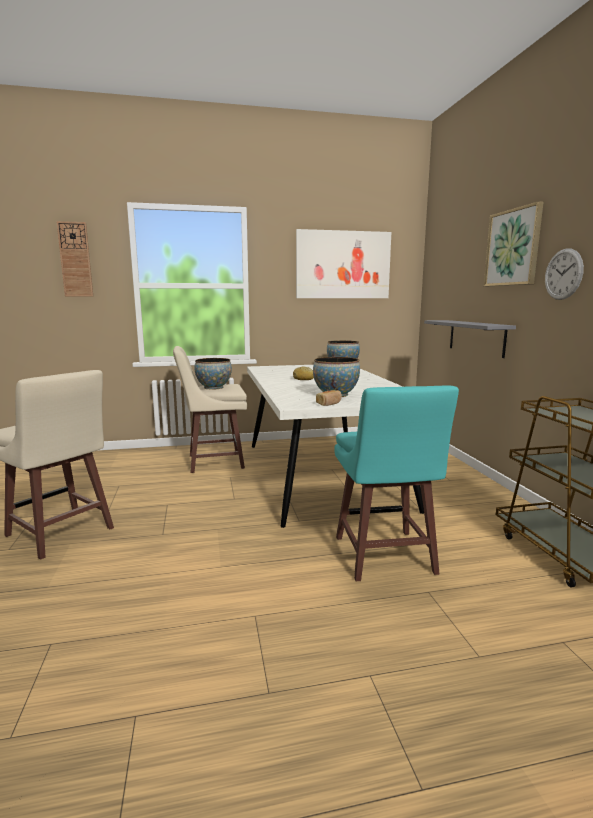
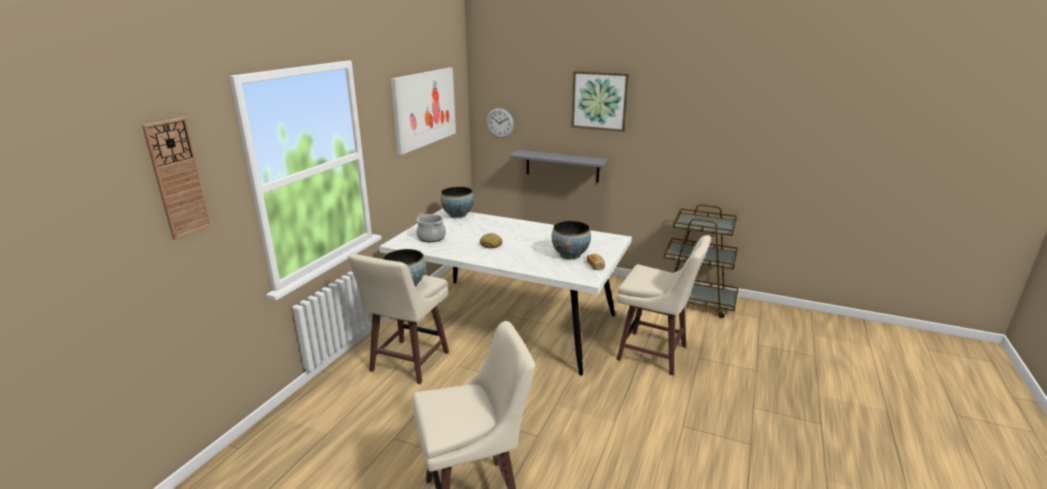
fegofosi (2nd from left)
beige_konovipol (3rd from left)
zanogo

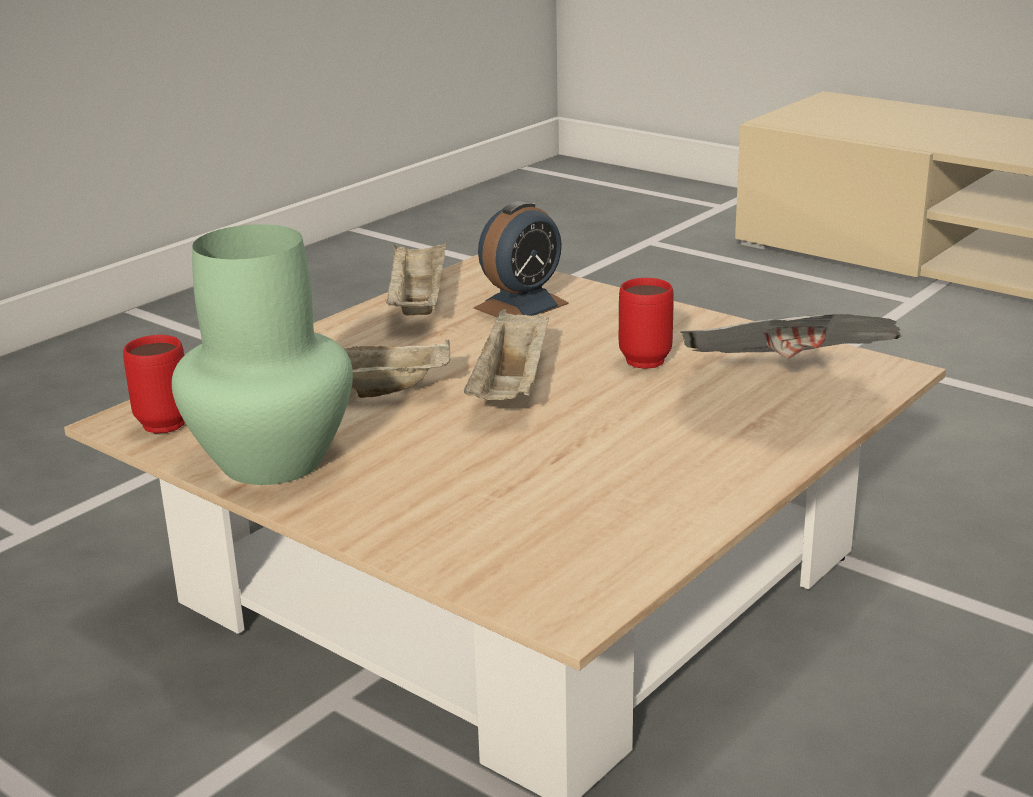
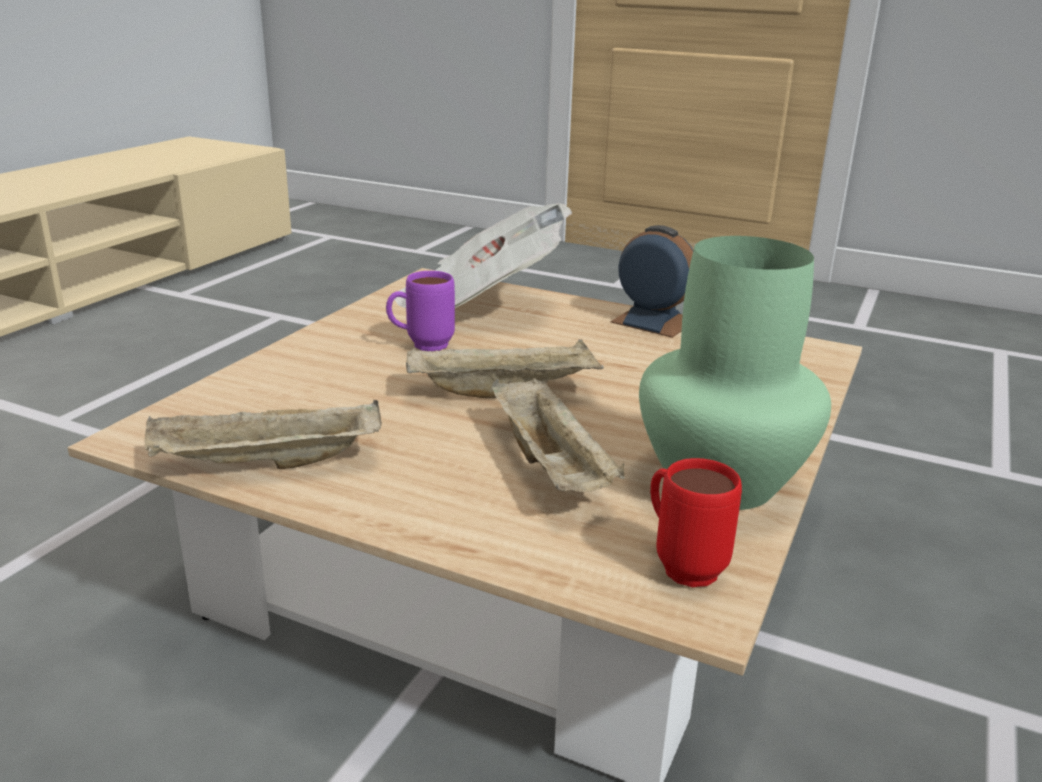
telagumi
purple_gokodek

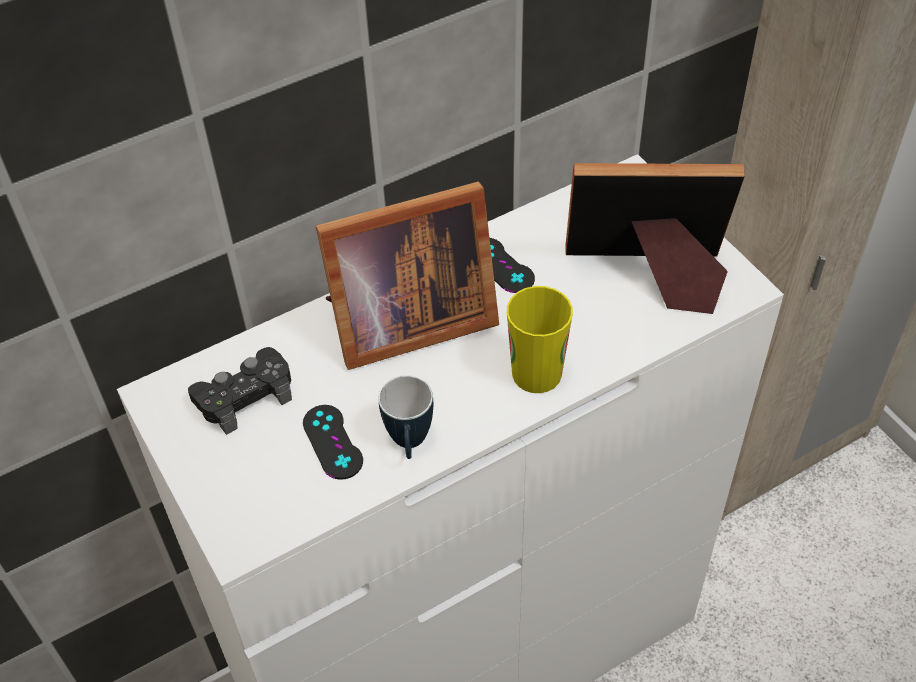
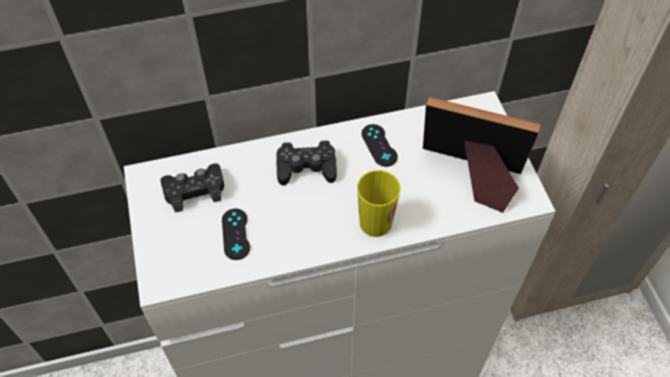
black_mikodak (3rd from left)
gokodek

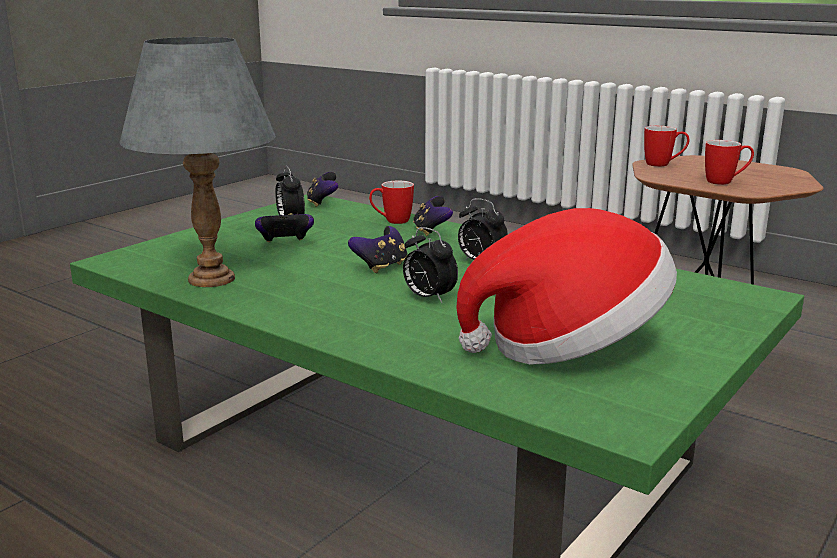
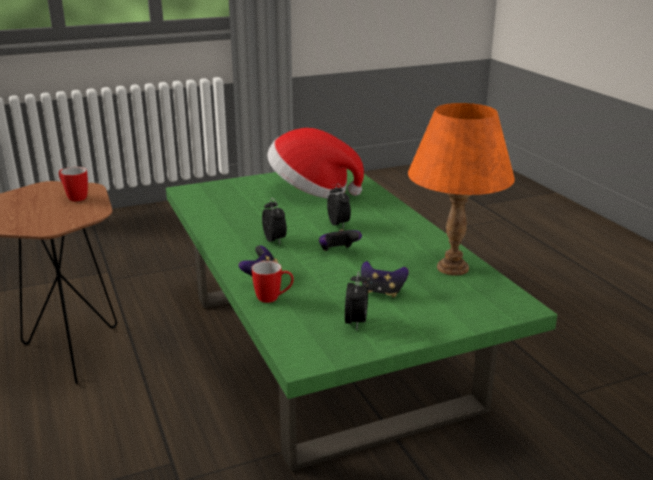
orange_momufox
gokodek (2nd from left in the first image)
mikodak (2nd from left in the first image)

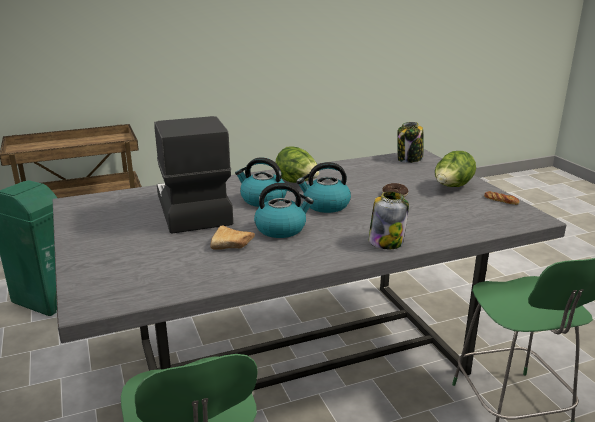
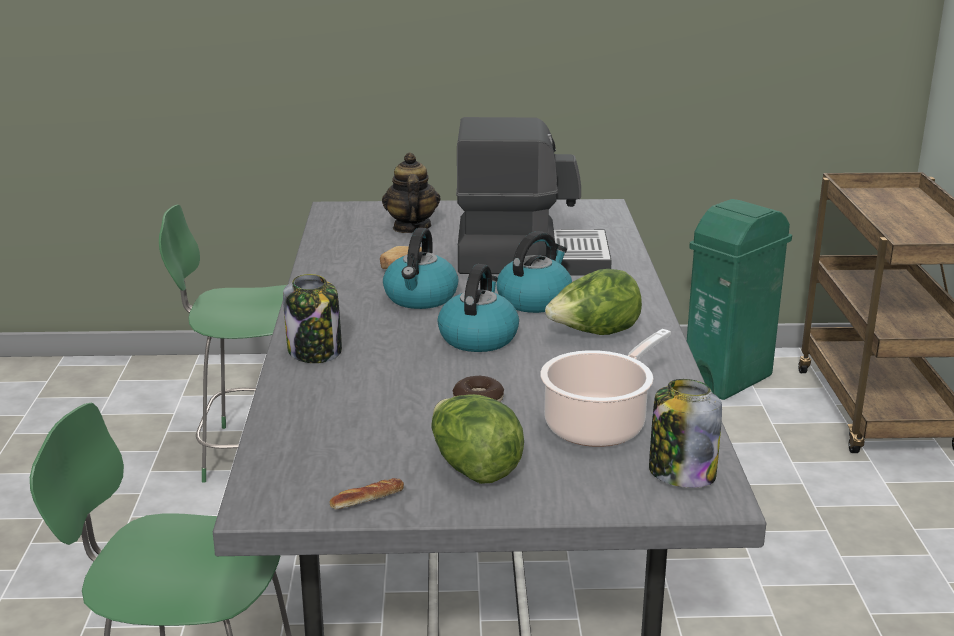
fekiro
zanogo

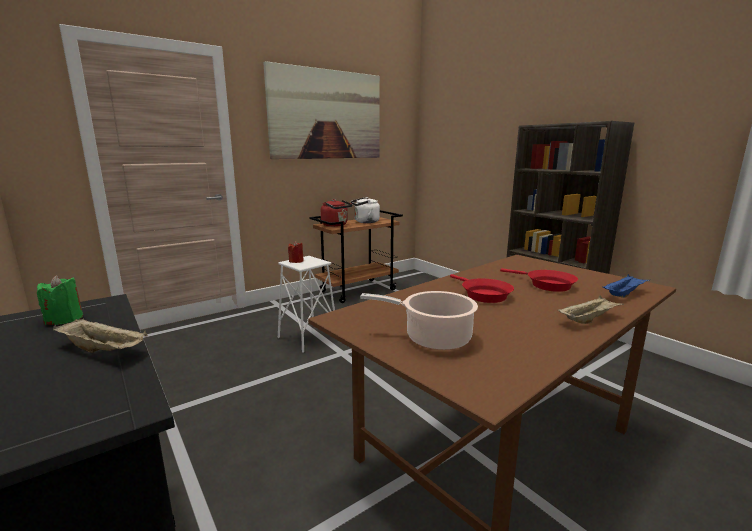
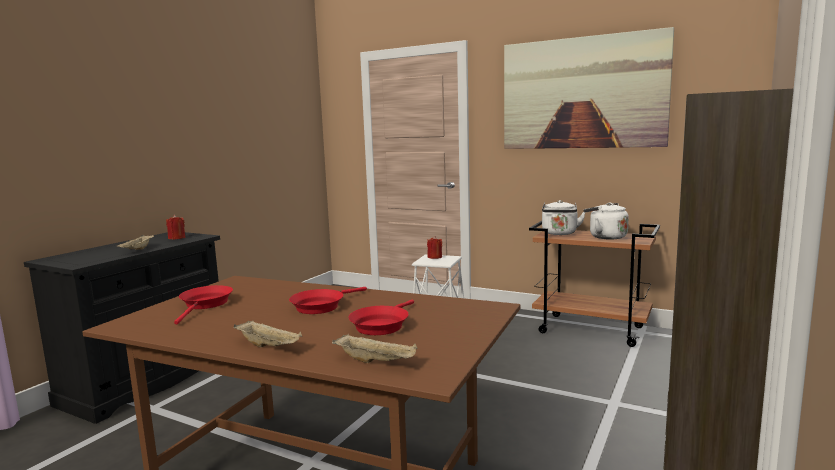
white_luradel (1st from left)
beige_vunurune (3rd from left)
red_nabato (1st from left)
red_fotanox (1st from left)

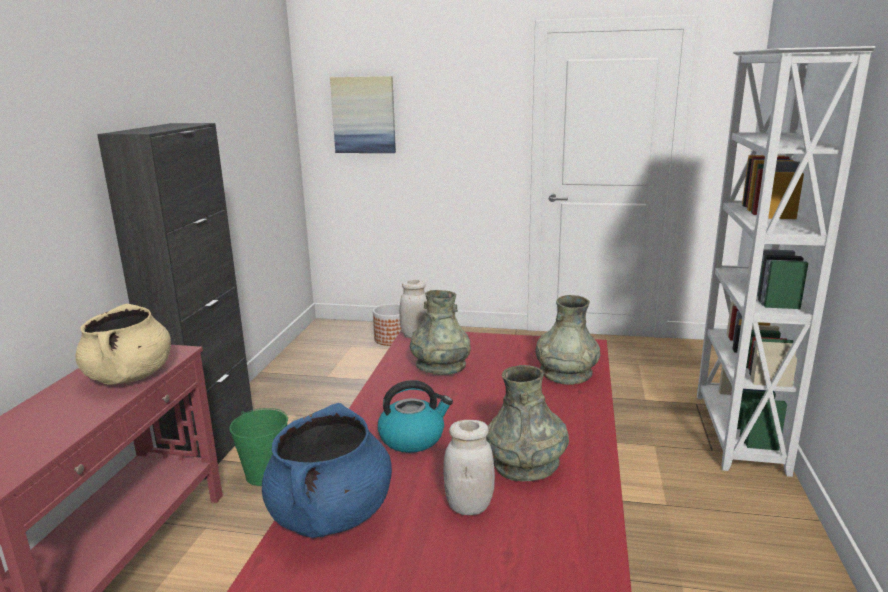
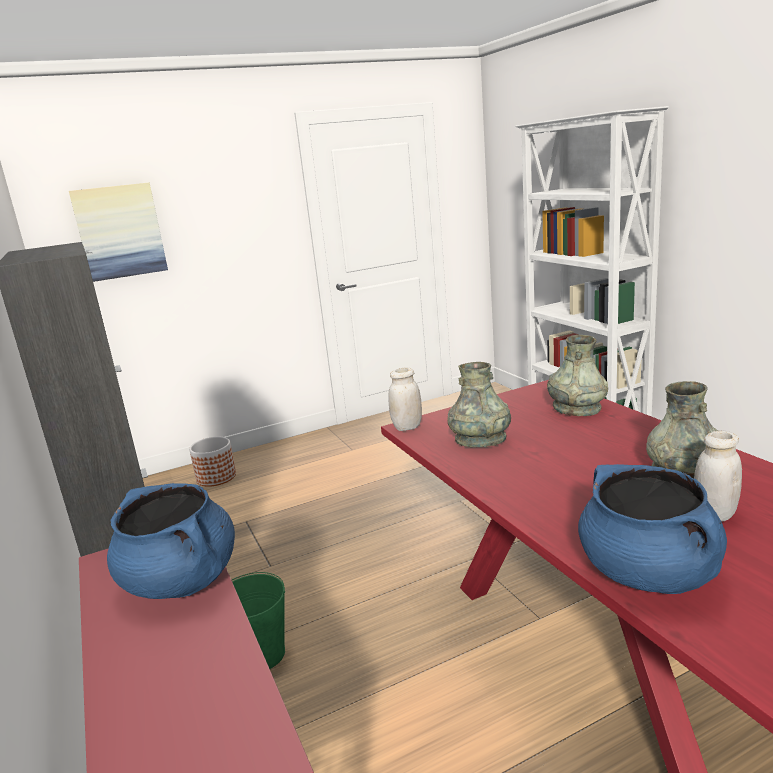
blue_zanogo (1st from left)
luradel

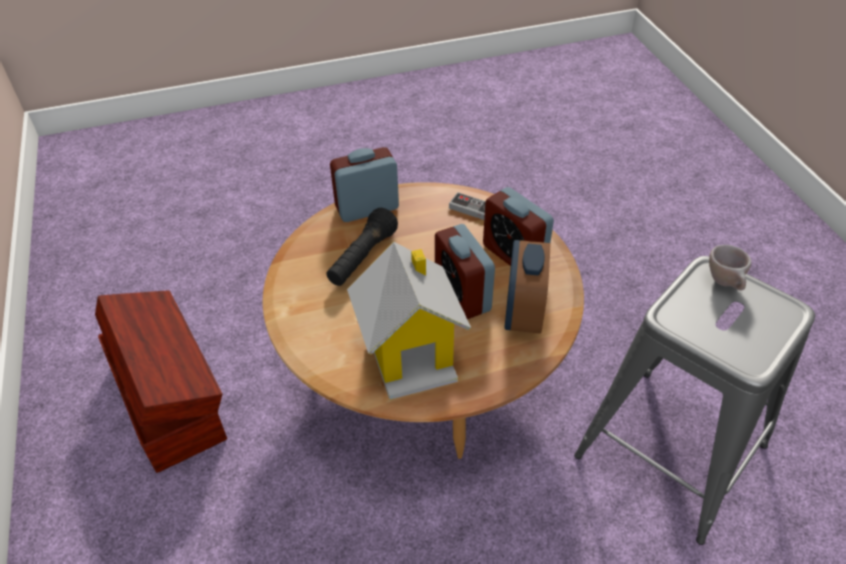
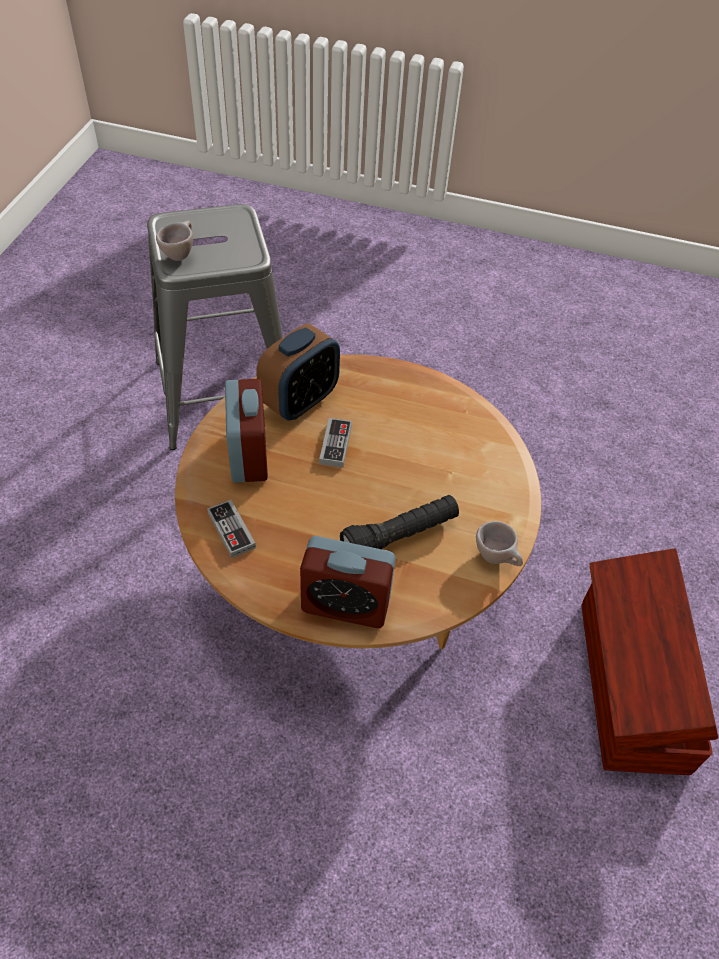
mikodak (2nd from left)
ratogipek
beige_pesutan (2nd from left)

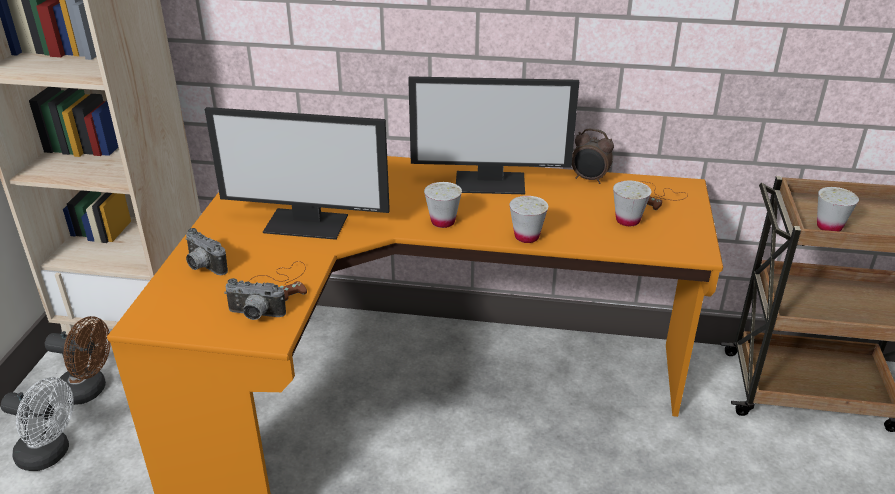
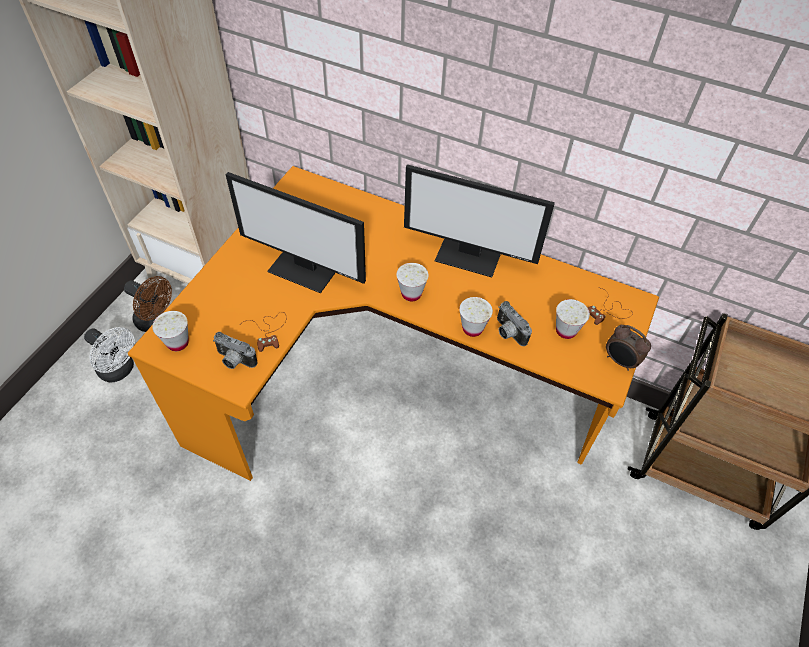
telagumi
white_pesutan (1st from left)
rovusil (2nd from left)

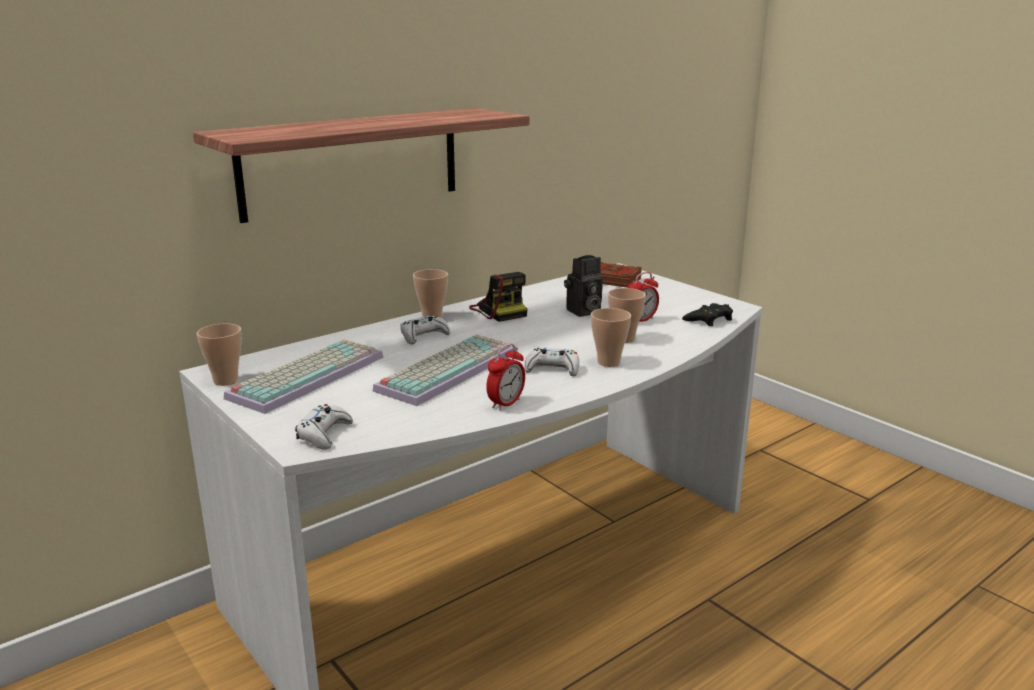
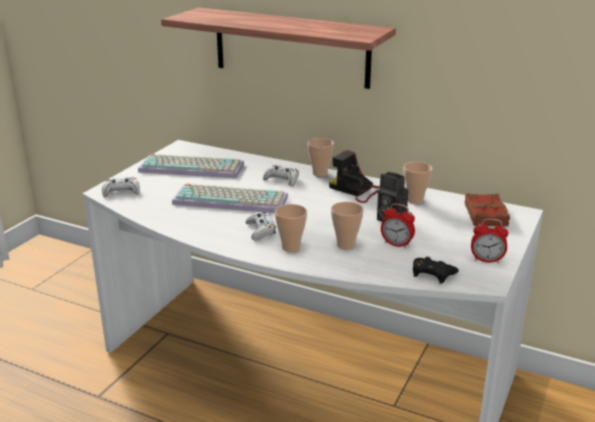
rovusil (1st from left)
pesutan (4th from left)
telagumi (2nd from left)

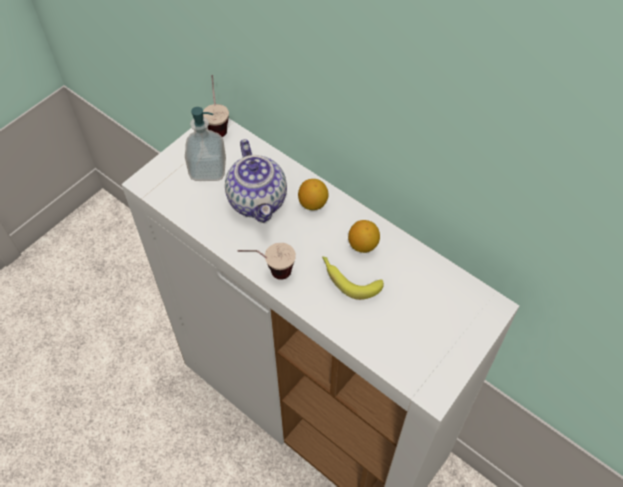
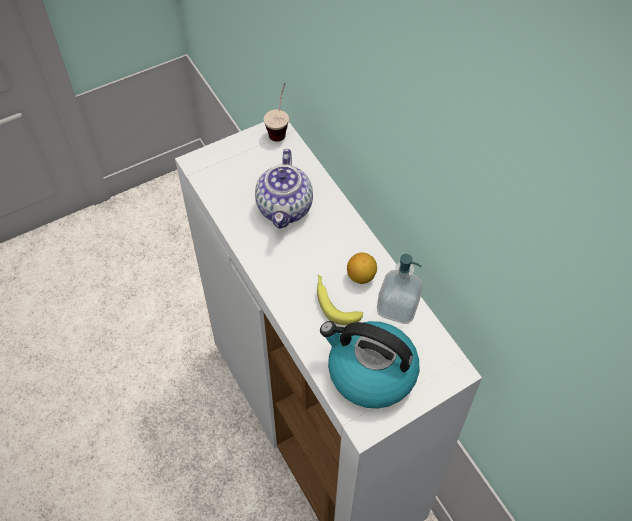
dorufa
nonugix (1st from left in the first image)
pesutan (2nd from left in the first image)
luradel

